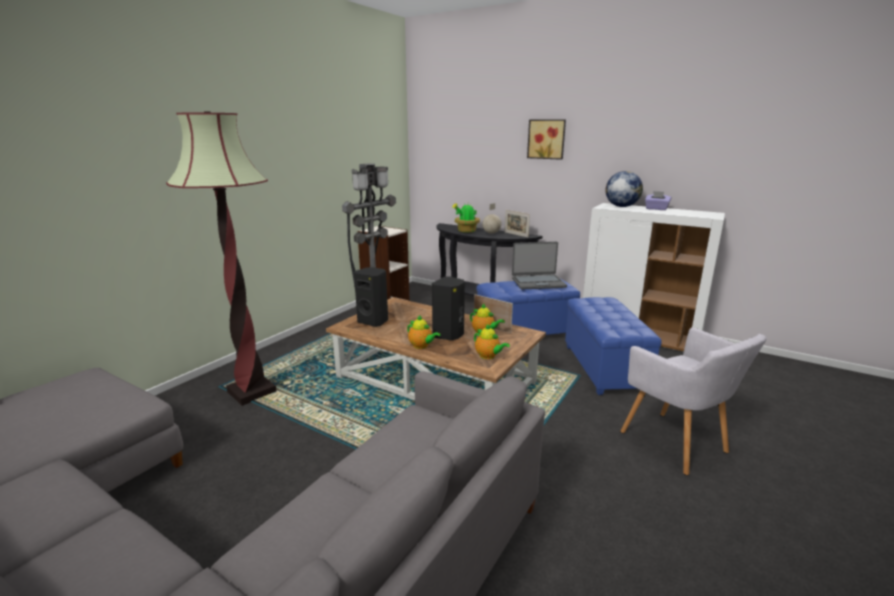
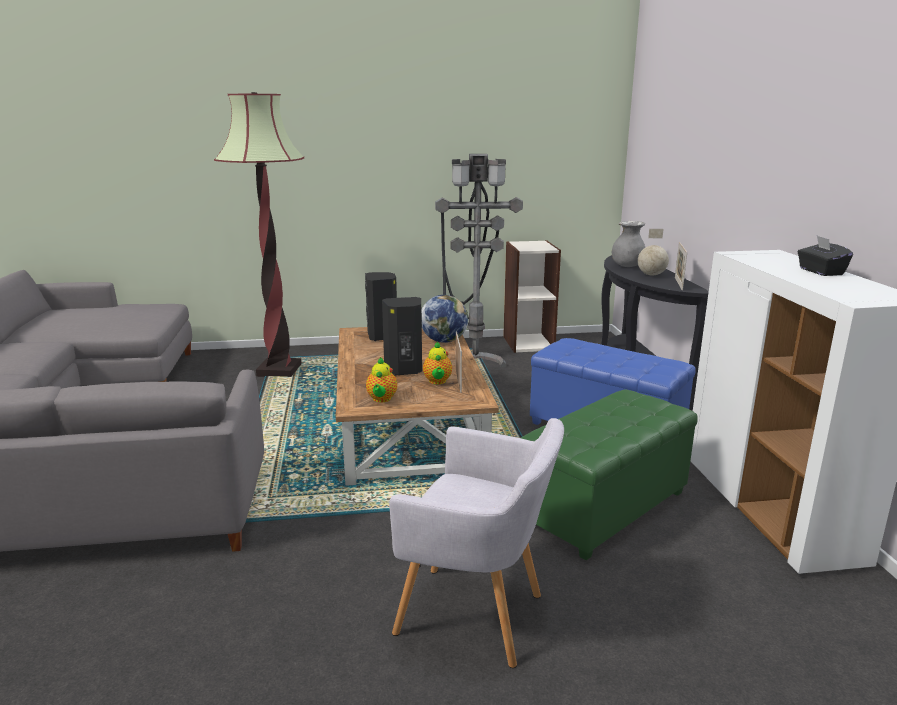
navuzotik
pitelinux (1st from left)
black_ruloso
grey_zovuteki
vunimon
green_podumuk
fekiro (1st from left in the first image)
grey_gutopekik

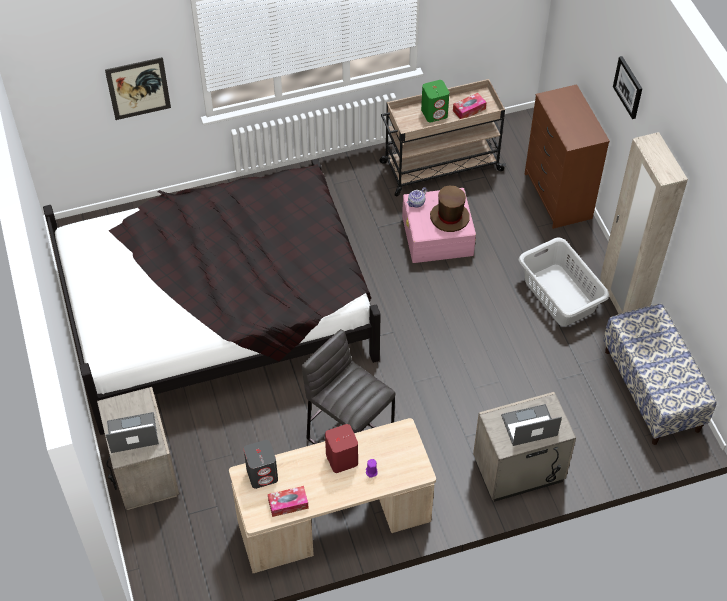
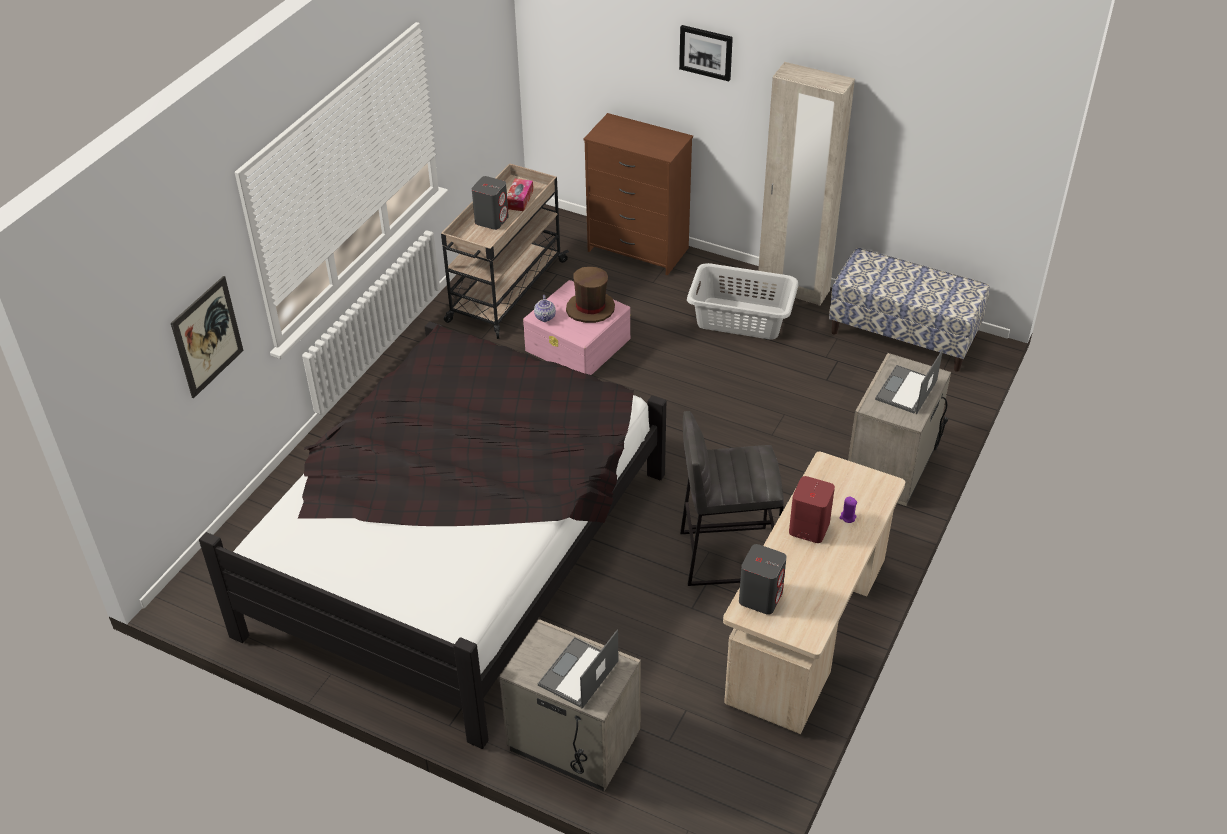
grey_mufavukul (1st from left)
ruloso (1st from left in the first image)

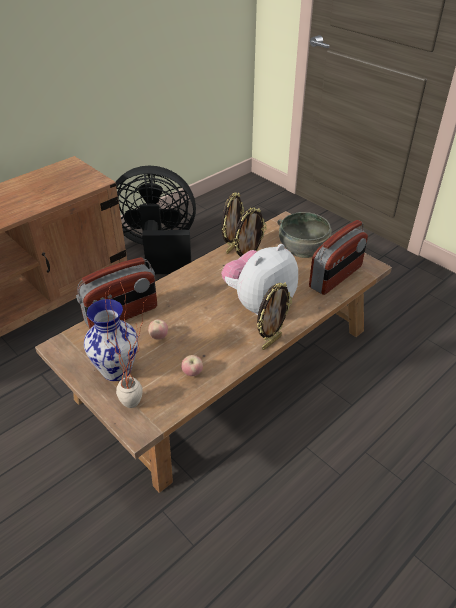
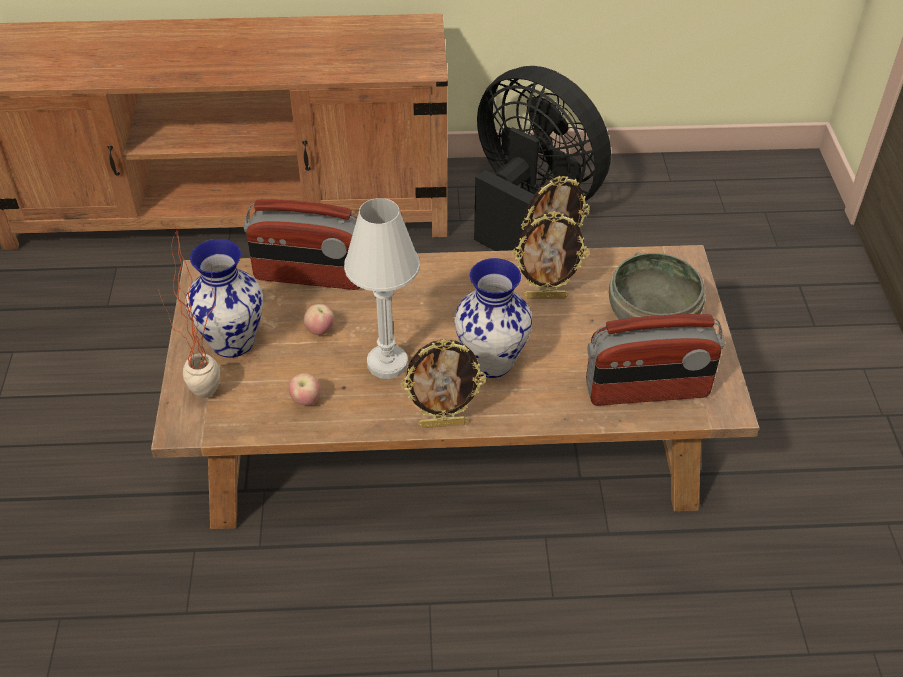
zovuteki (2nd from left)
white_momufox

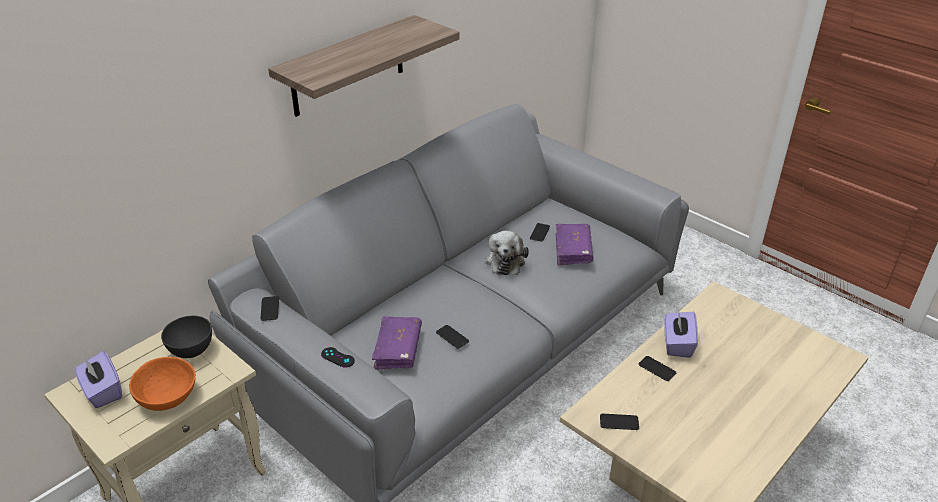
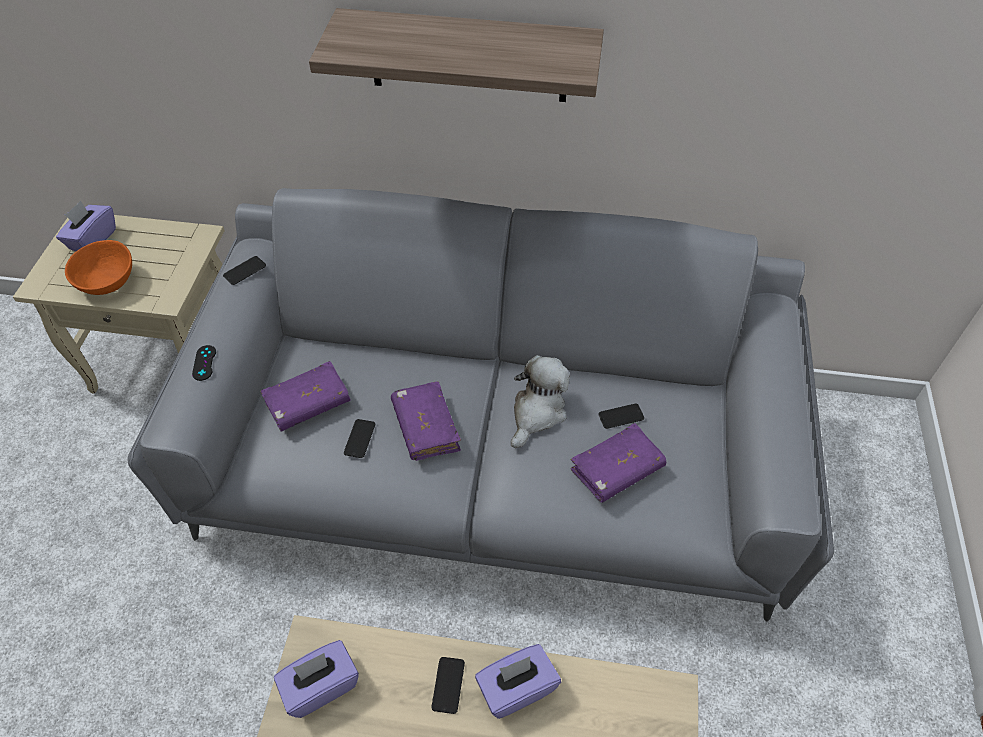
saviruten
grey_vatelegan
purple_ruloso (2nd from left)
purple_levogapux (2nd from left)

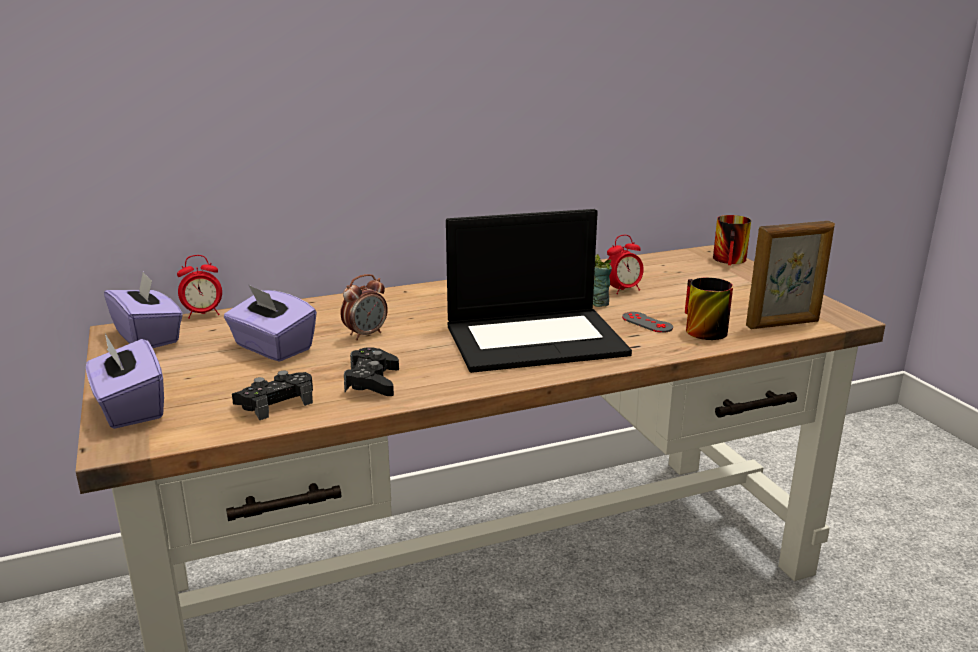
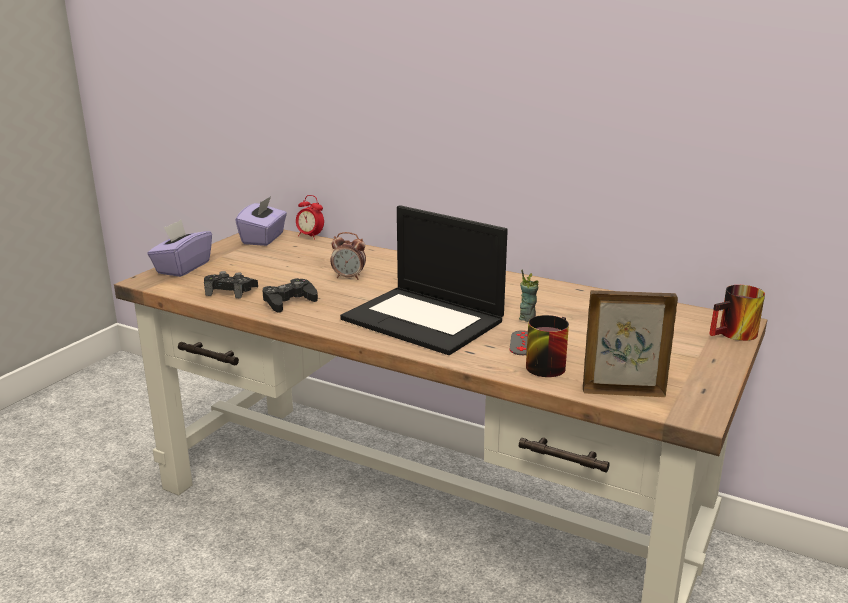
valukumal
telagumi (3rd from left in the first image)
purple_ruloso (3rd from left in the first image)

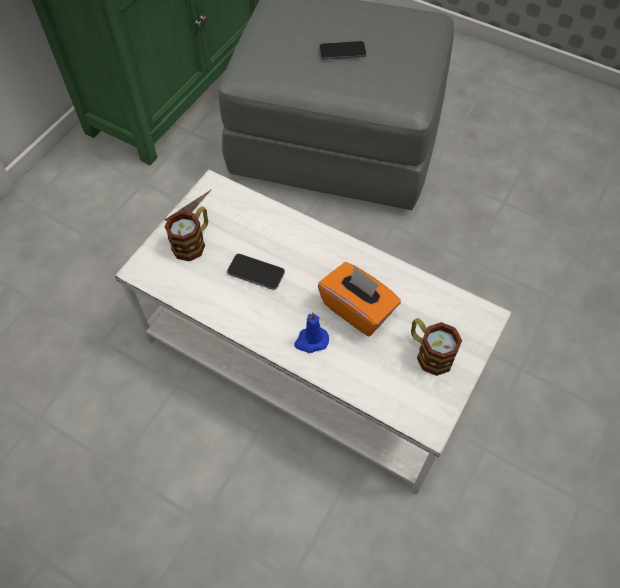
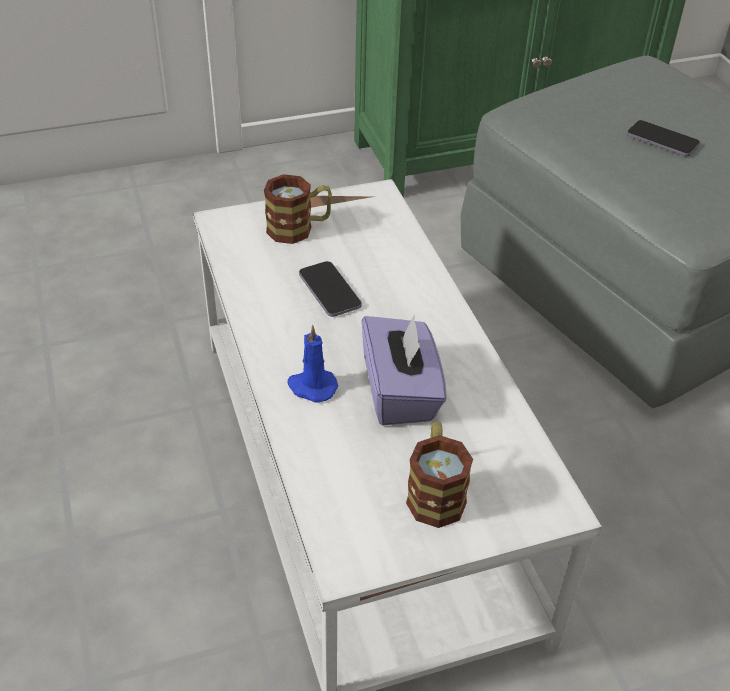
purple_ruloso

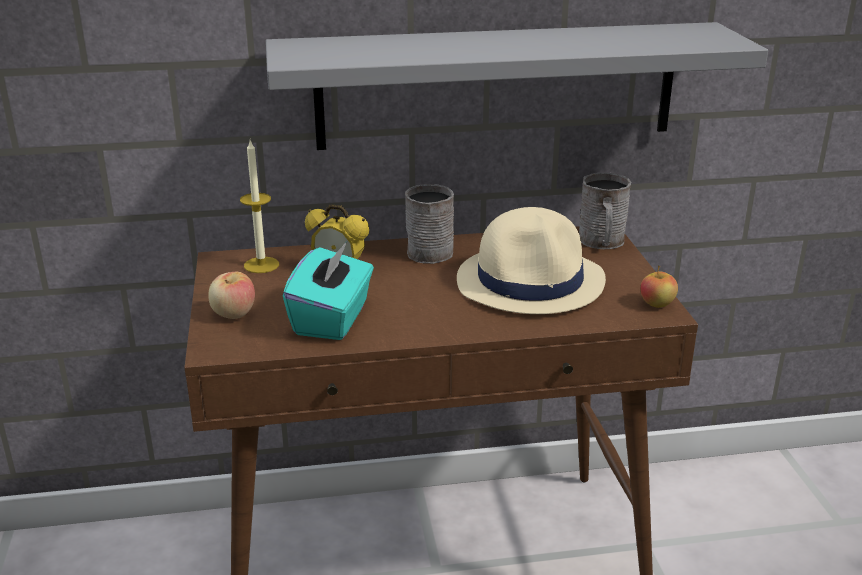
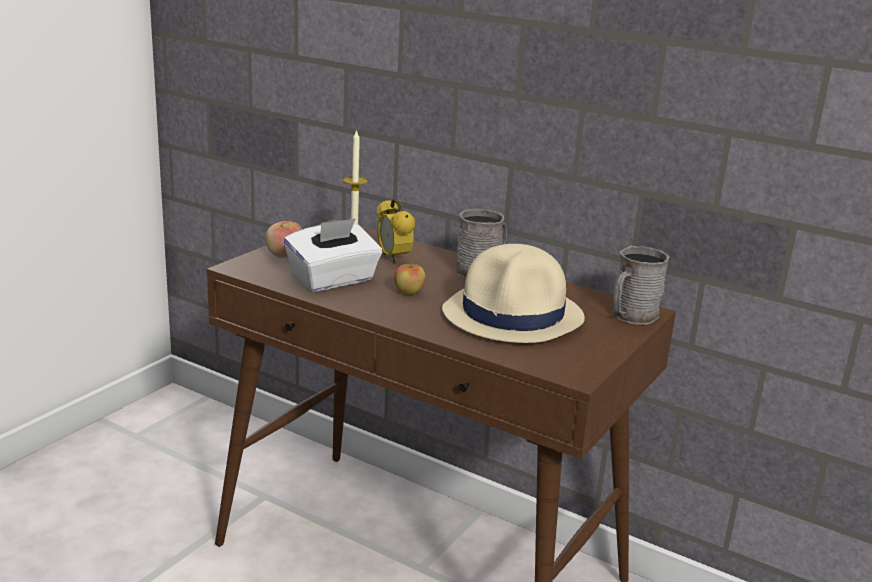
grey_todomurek
white_ruloso
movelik (2nd from left)

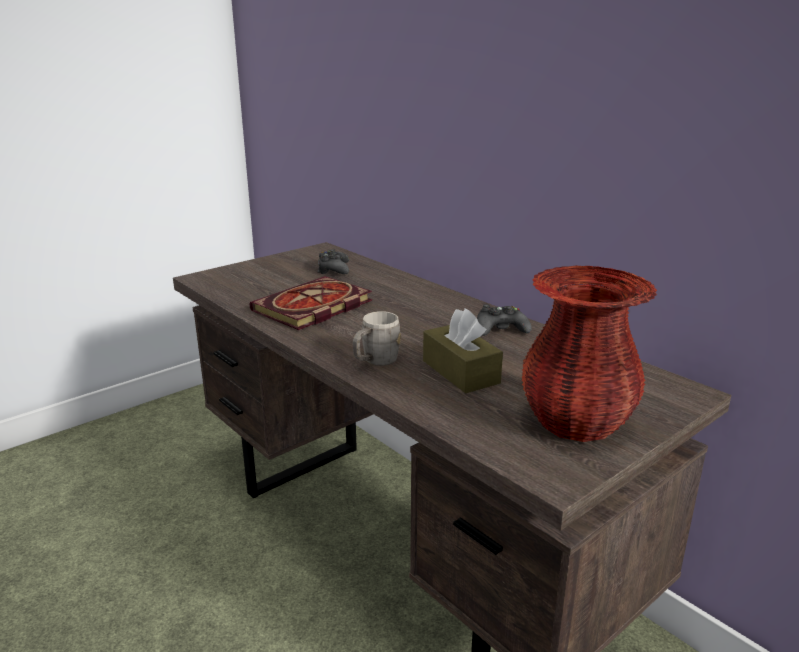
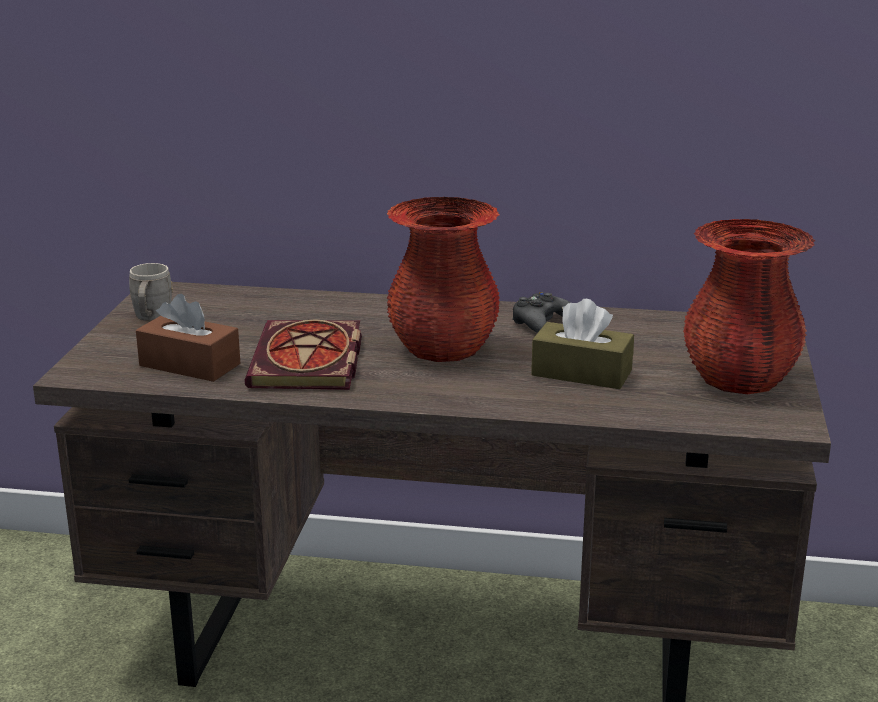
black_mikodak (1st from left in the first image)
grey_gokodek
red_zovuteki (1st from left)
brown_ruloso (1st from left)

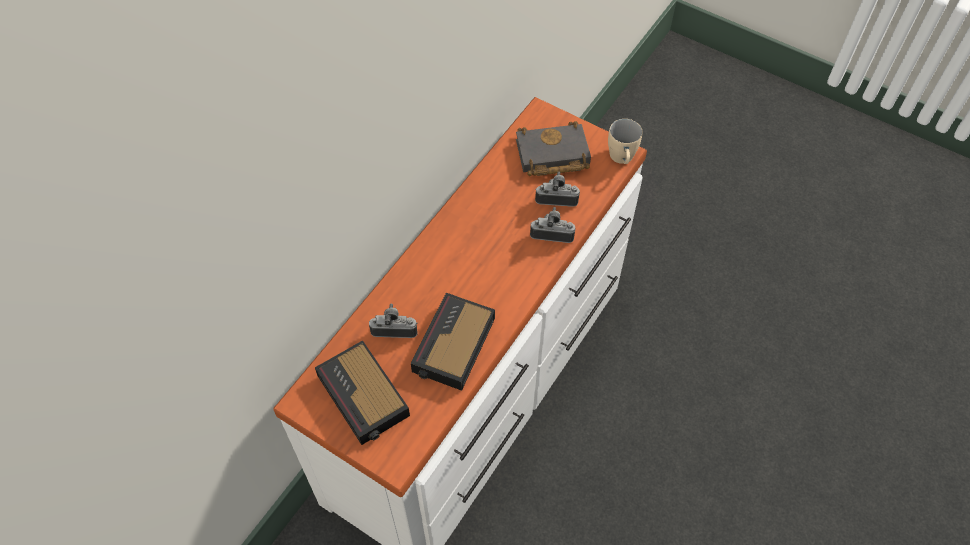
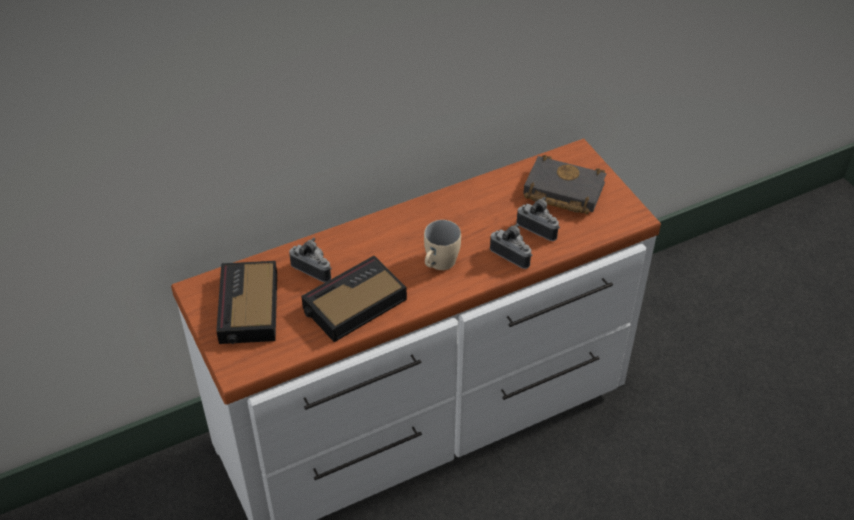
beige_gokodek

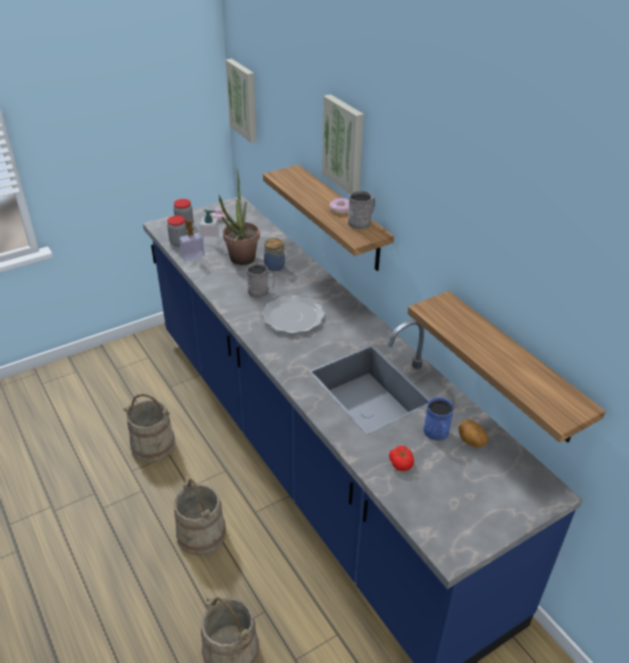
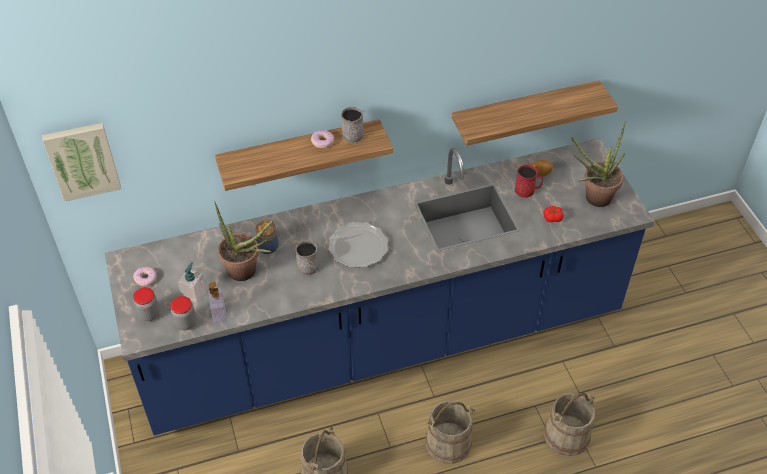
navuzotik (2nd from left in the first image)
red_gokodek
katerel (2nd from left)

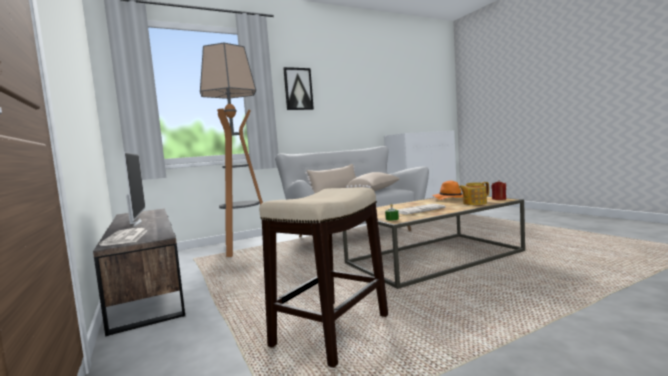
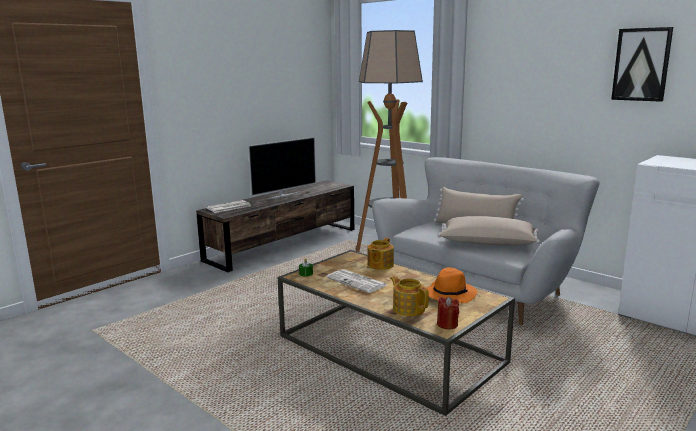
navuzotik
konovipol
fekiro (1st from left)

